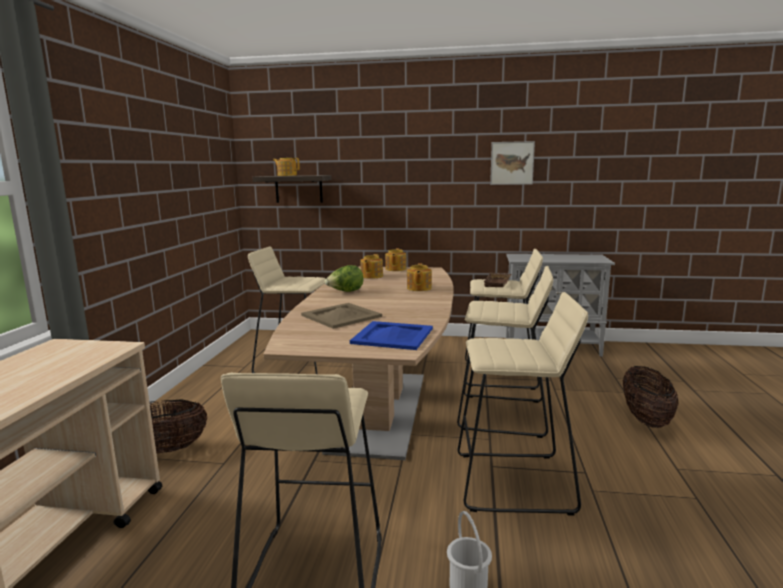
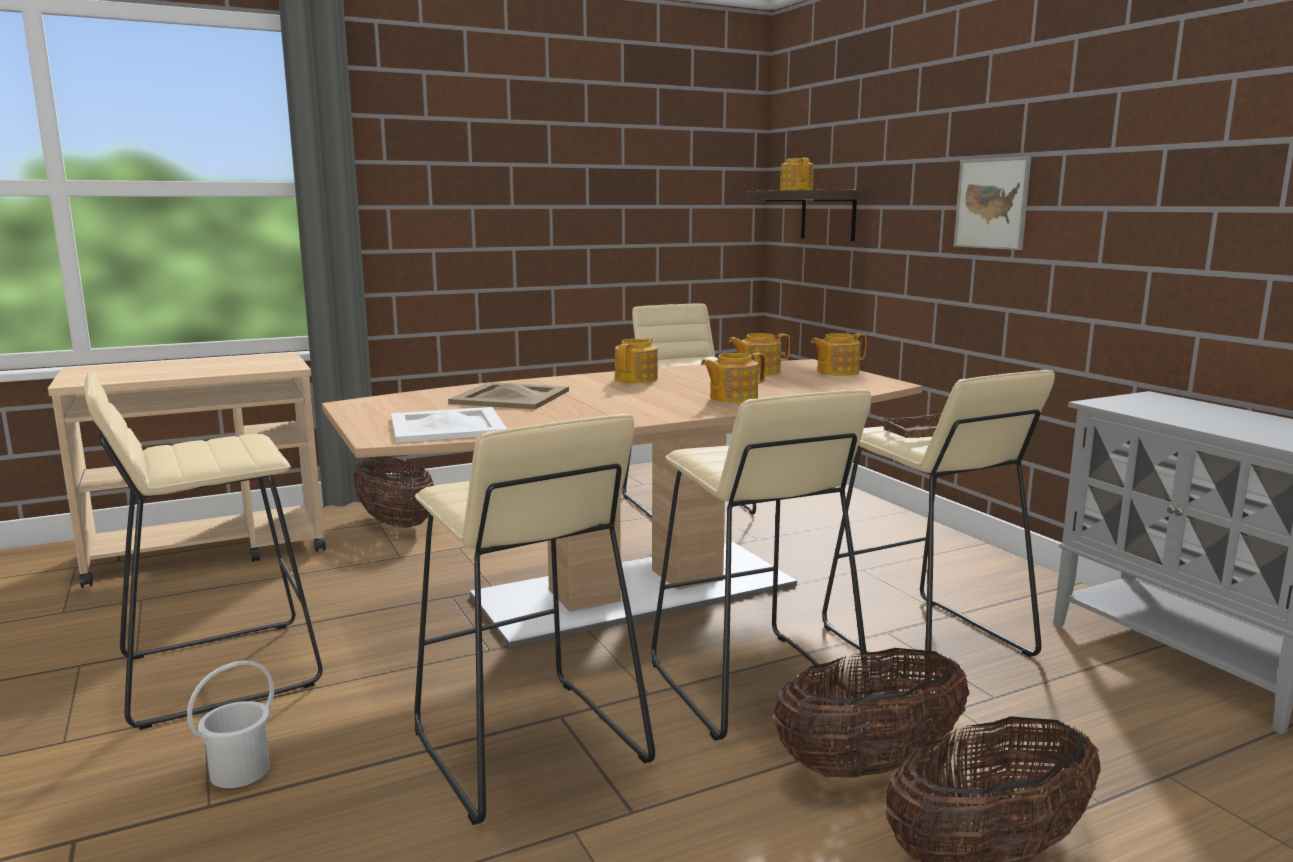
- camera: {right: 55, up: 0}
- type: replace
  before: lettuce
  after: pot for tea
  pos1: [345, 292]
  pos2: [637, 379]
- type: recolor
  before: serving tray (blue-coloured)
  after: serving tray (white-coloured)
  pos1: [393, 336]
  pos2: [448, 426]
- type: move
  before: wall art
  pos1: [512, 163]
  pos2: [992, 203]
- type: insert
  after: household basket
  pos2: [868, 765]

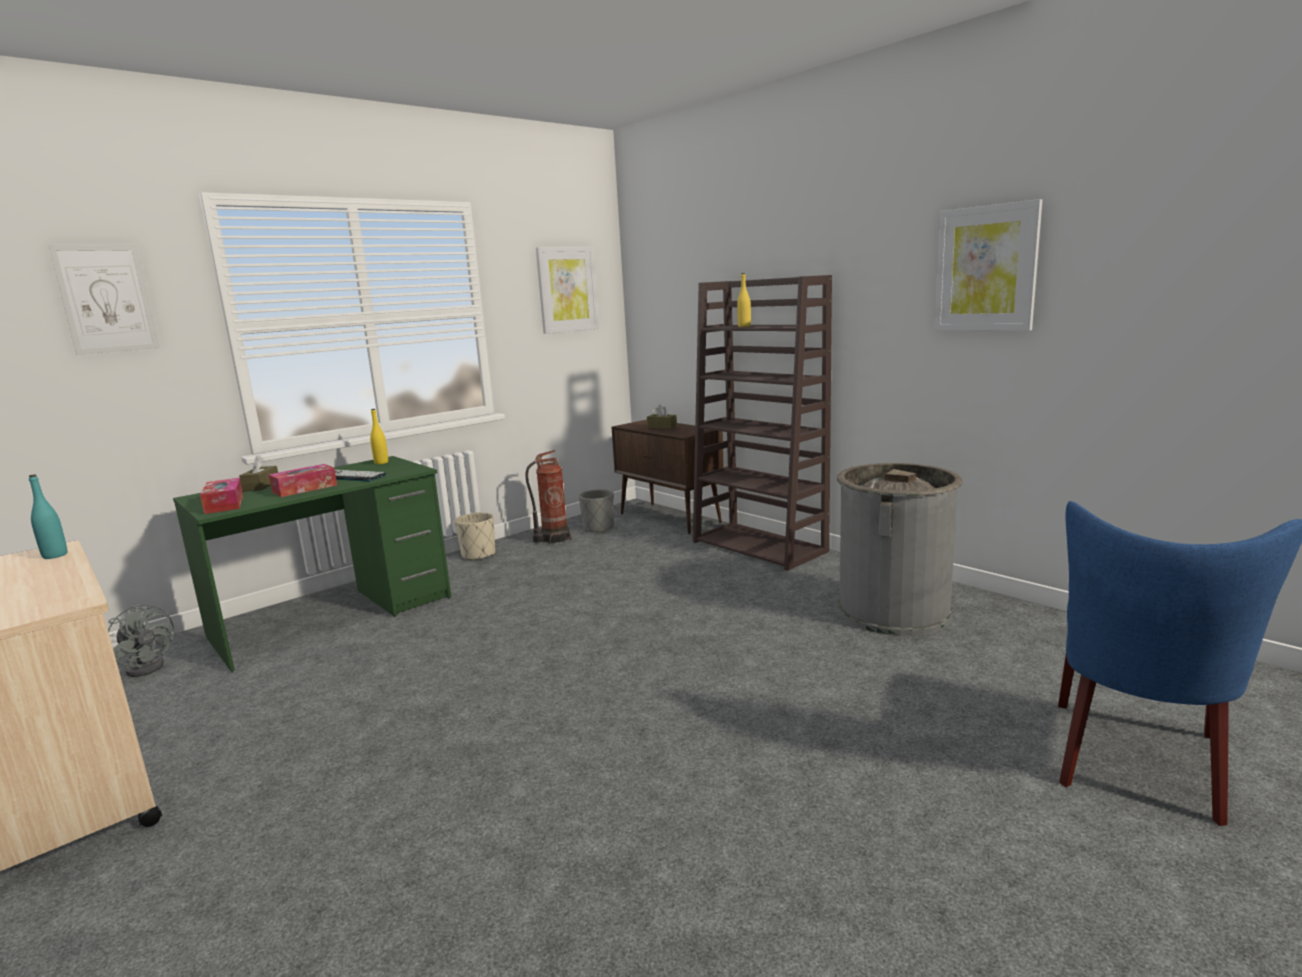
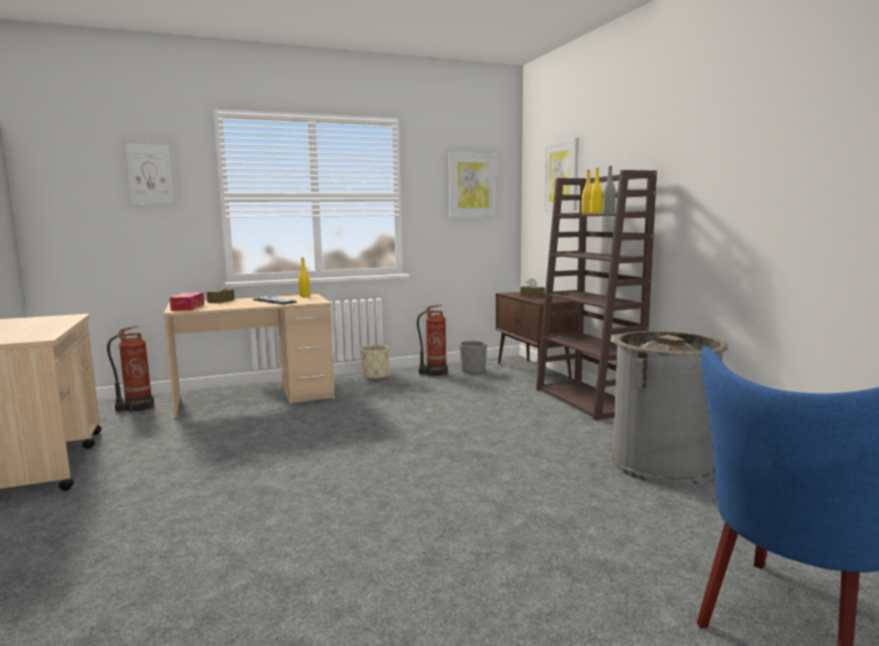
- camera: {right: 20, up: -5}
- type: delete
  before: drink bottle (turquoise-coloured)
  pos1: [55, 555]
- type: replace
  before: cooling fan (grey)
  after: extinguisher
  pos1: [149, 665]
  pos2: [137, 408]
- type: recolor
  before: desk table (greenish)
  after: desk table (sand-coloured)
  pos1: [334, 617]
  pos2: [255, 399]
- type: delete
  before: box of tissues
  pos1: [305, 488]
- type: move
  before: wall art
  pos1: [986, 269]
  pos2: [561, 176]
- type: insert
  after: drink bottle (yellowish)
  pos2: [595, 213]
- type: insert
  after: drink bottle (grey)
  pos2: [608, 213]

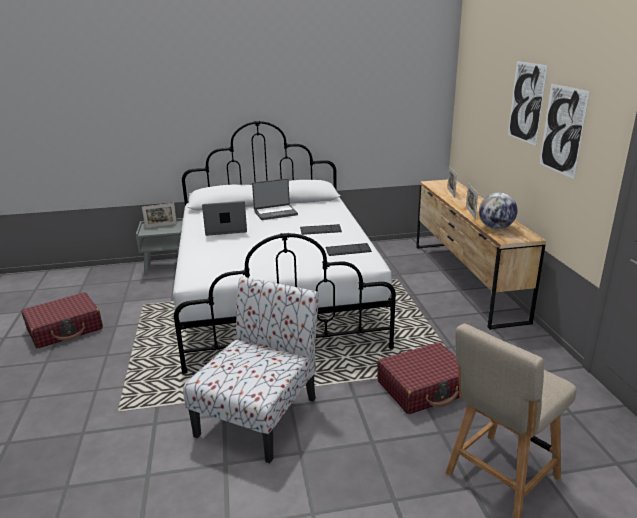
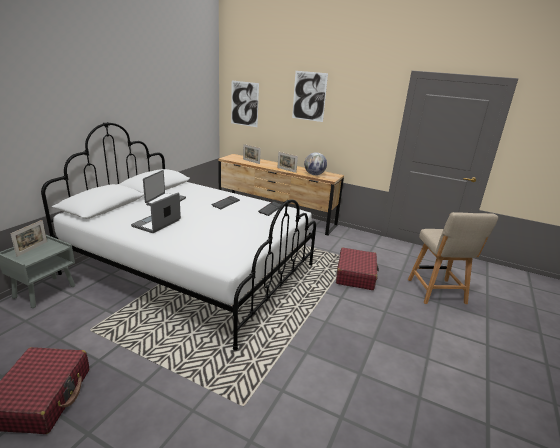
- camera: {right: -55, up: 0}
- type: delete
  before: chair
  pos1: [259, 415]
- type: move
  before: wall art
  pos1: [562, 130]
  pos2: [244, 104]

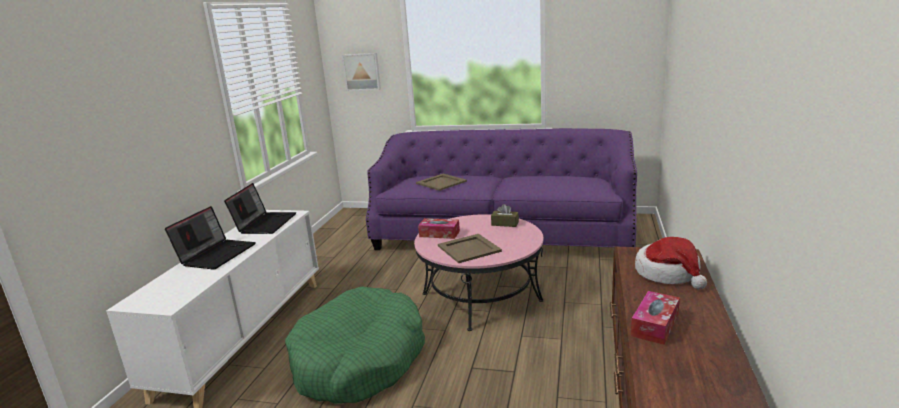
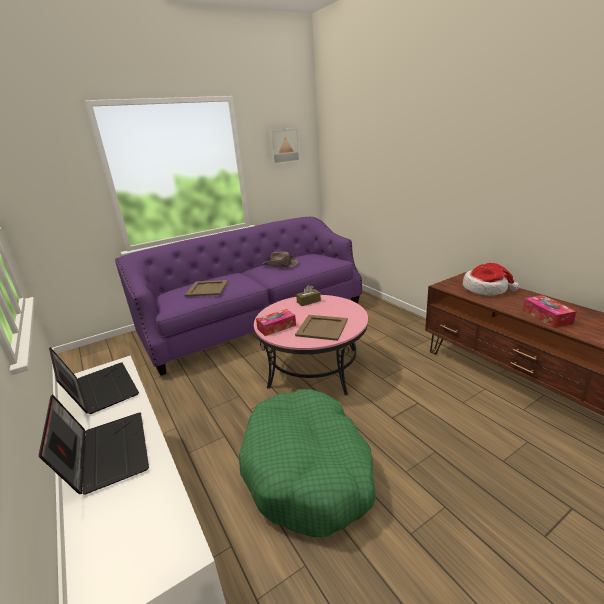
- camera: {right: -45, up: 5}
- type: move
  before: wall art
  pos1: [362, 71]
  pos2: [283, 146]
- type: insert
  after: hat (brownish)
  pos2: [280, 264]

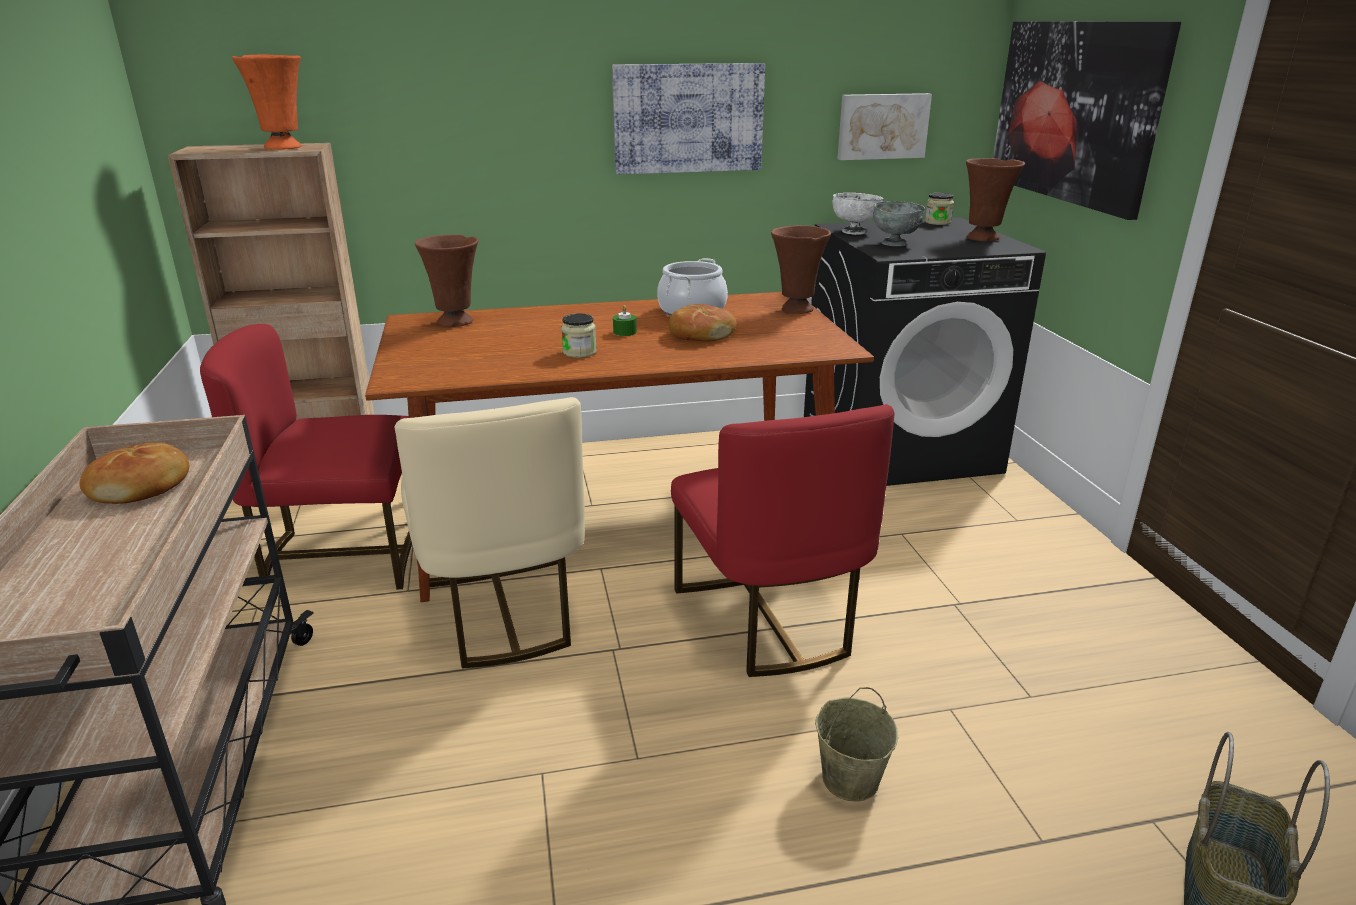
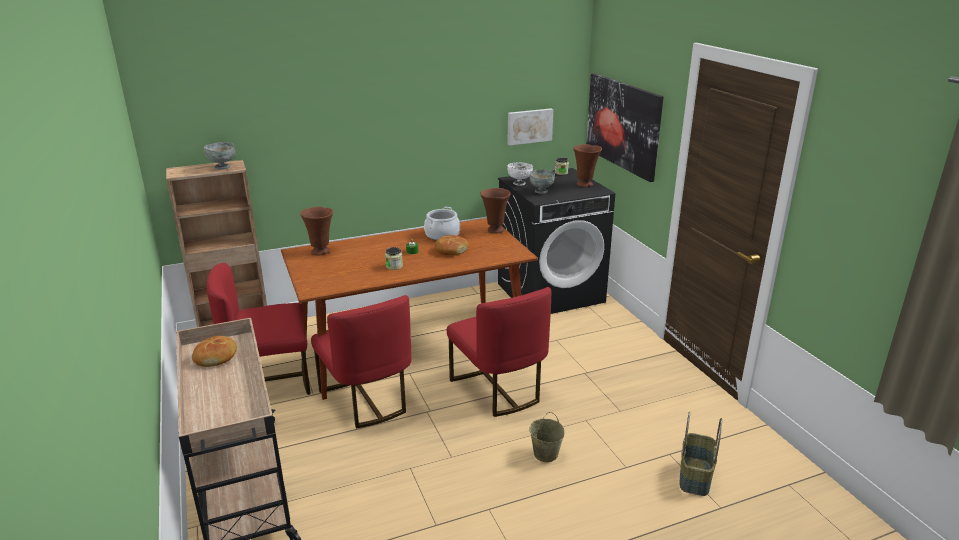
- camera: {right: -10, up: 0}
- type: replace
  before: decorative vase (orange)
  after: serving bowl (grey)
  pos1: [283, 147]
  pos2: [222, 167]
- type: recolor
  before: chair (sand-coloured)
  after: chair (red)
  pos1: [503, 612]
  pos2: [367, 400]
- type: delete
  before: wall art
  pos1: [688, 118]

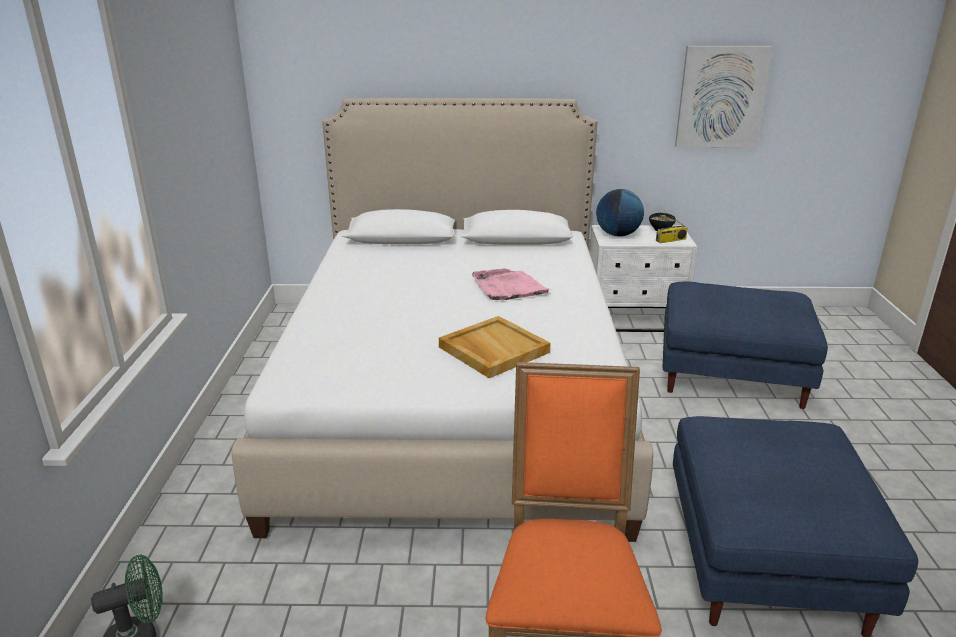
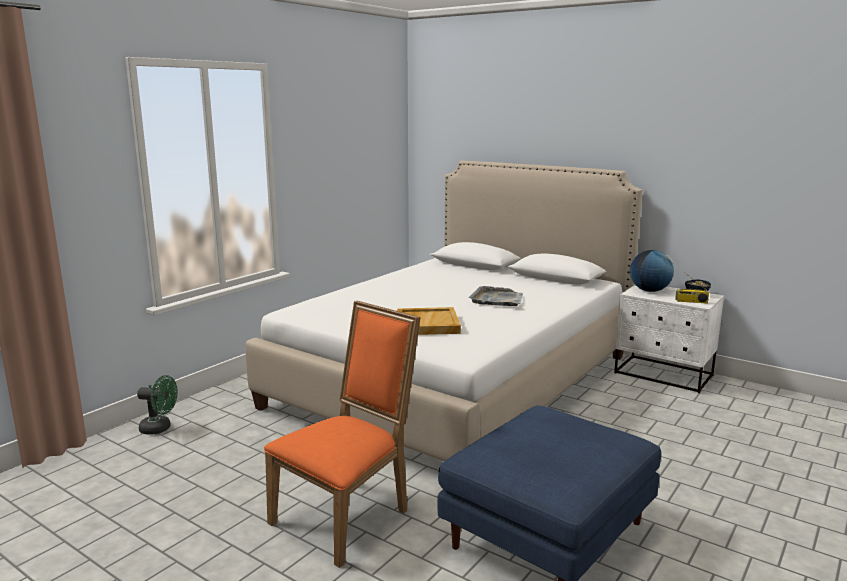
- camera: {right: 35, up: -10}
- type: recolor
  before: serving tray (pink-coloured)
  after: serving tray (grey)
  pos1: [508, 287]
  pos2: [497, 299]
- type: delete
  before: pouffe (blue-coloured)
  pos1: [729, 375]
- type: delete
  before: wall art
  pos1: [721, 97]

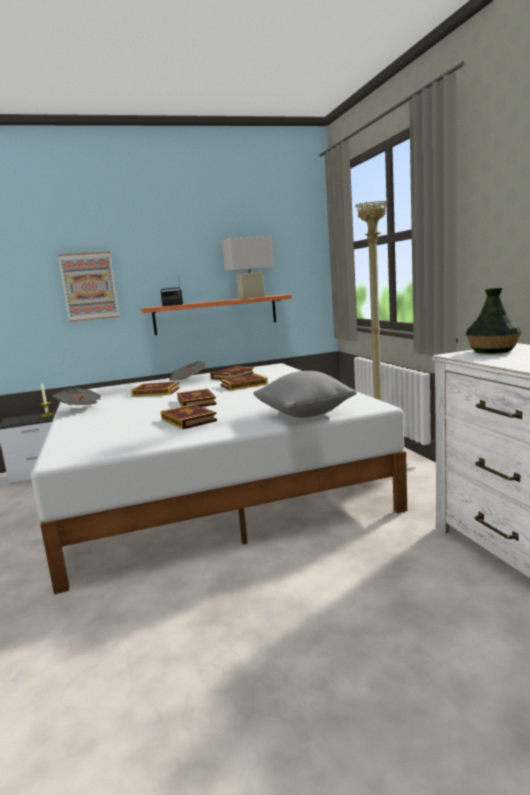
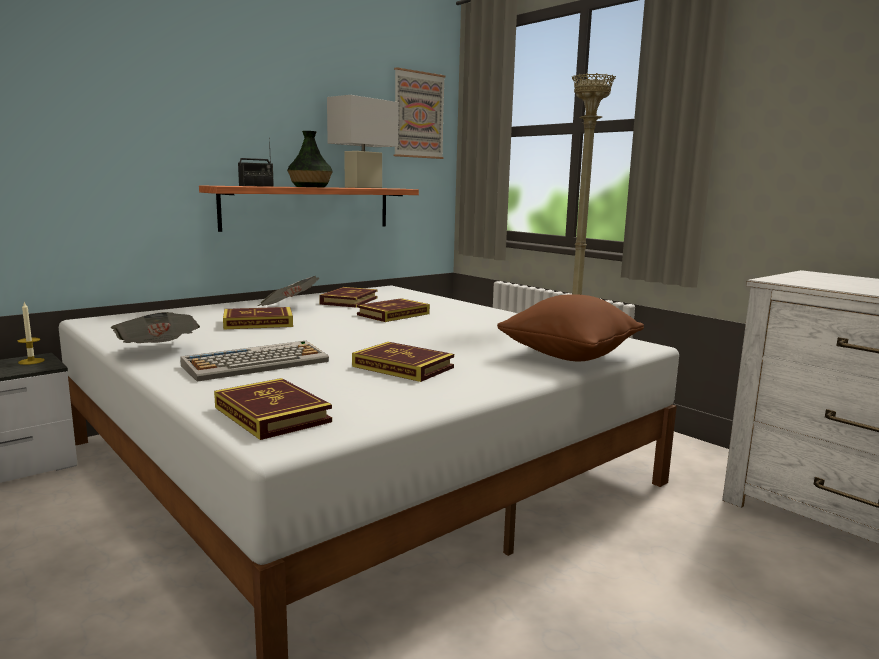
- camera: {right: -25, up: 0}
- type: move
  before: wall art
  pos1: [89, 286]
  pos2: [418, 115]
- type: move
  before: volume
  pos1: [196, 402]
  pos2: [272, 414]
- type: recolor
  before: cushion (grey)
  after: cushion (brownish)
  pos1: [304, 414]
  pos2: [569, 356]
- type: move
  before: decorative vase
  pos1: [492, 350]
  pos2: [310, 187]
- type: insert
  after: computer keyboard
  pos2: [257, 363]

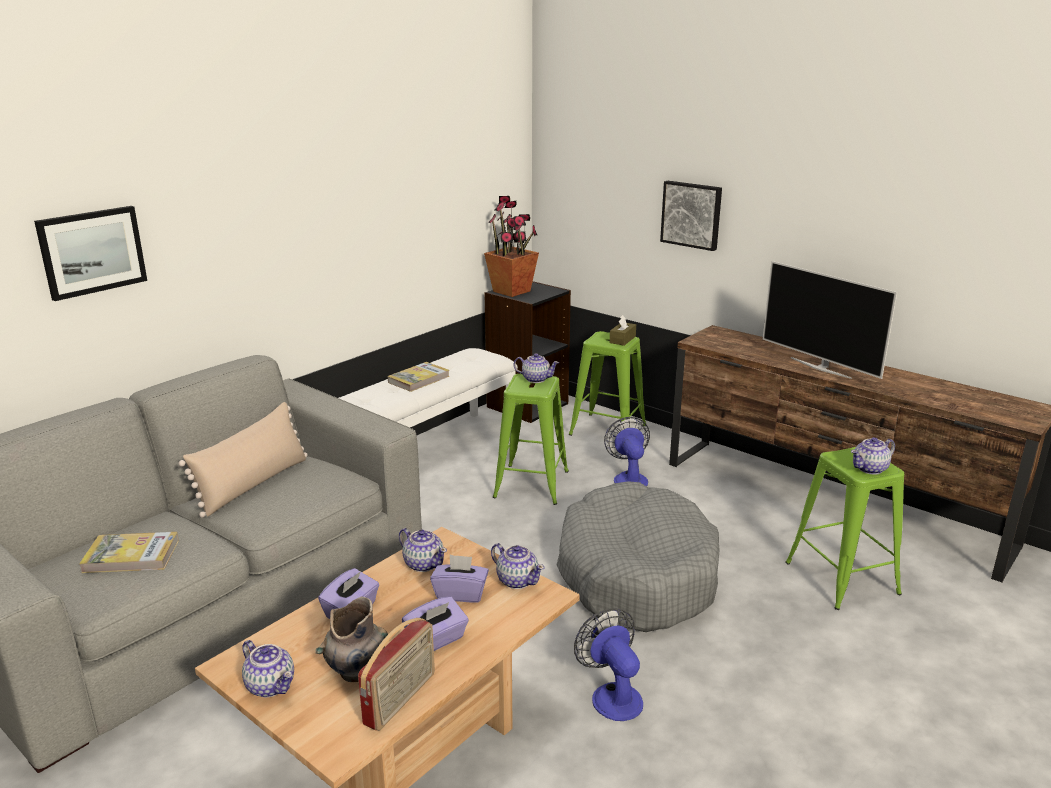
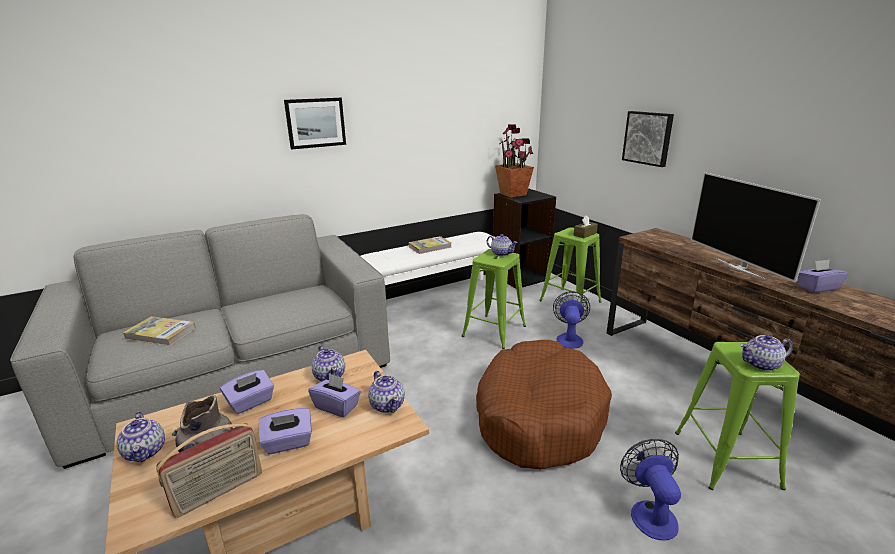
- camera: {right: 20, up: 0}
- type: move
  before: wall art
  pos1: [92, 251]
  pos2: [315, 123]
- type: delete
  before: cushion (sand-coloured)
  pos1: [253, 484]
- type: recolor
  before: dog bed (grey)
  after: dog bed (brownish)
  pos1: [636, 575]
  pos2: [538, 416]
- type: move
  before: cooling fan
  pos1: [612, 695]
  pos2: [649, 512]
- type: insert
  after: box of tissues (purplish)
  pos2: [817, 288]

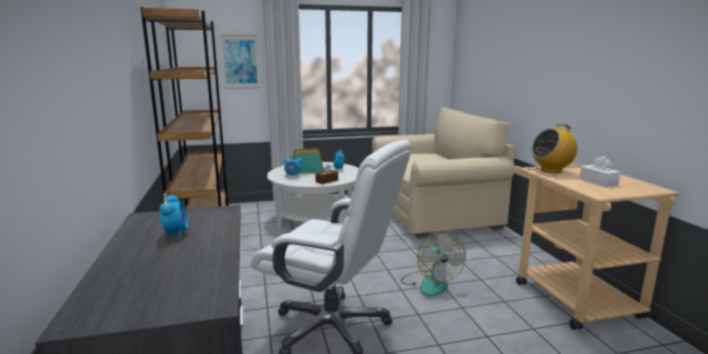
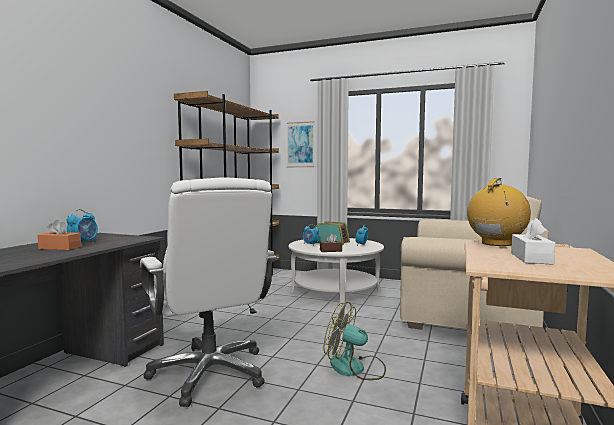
- camera: {right: 35, up: -10}
- type: rotate
  before: cooling fan
  pos1: [430, 283]
  pos2: [355, 368]
  turn: 90
- type: rotate
  before: radio set
  pos1: [551, 170]
  pos2: [496, 243]
  turn: 120
- type: insert
  after: box of tissues (orange)
  pos2: [60, 248]

